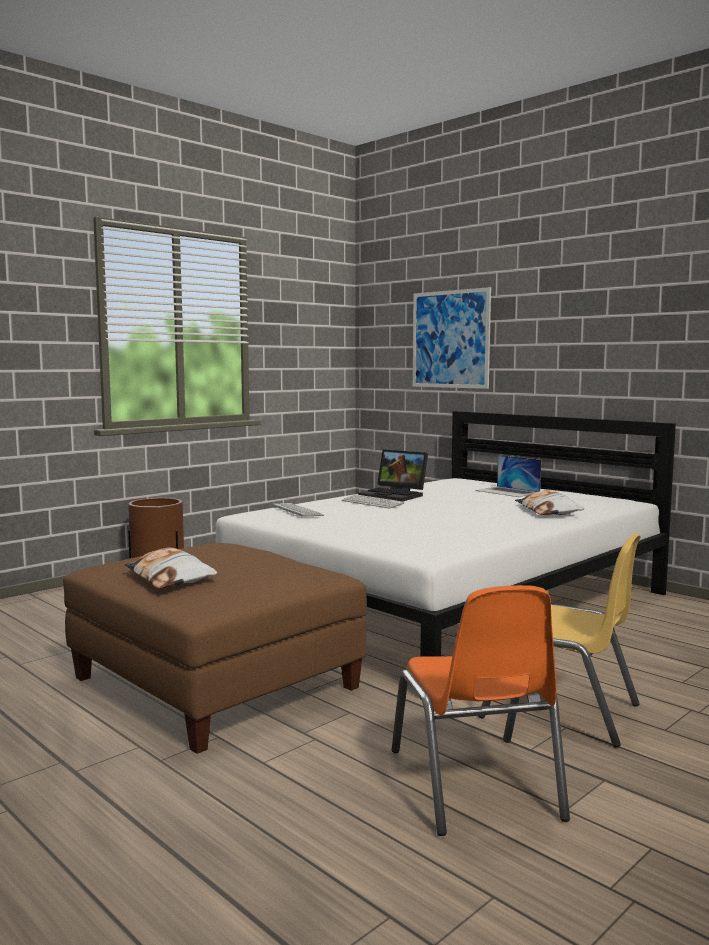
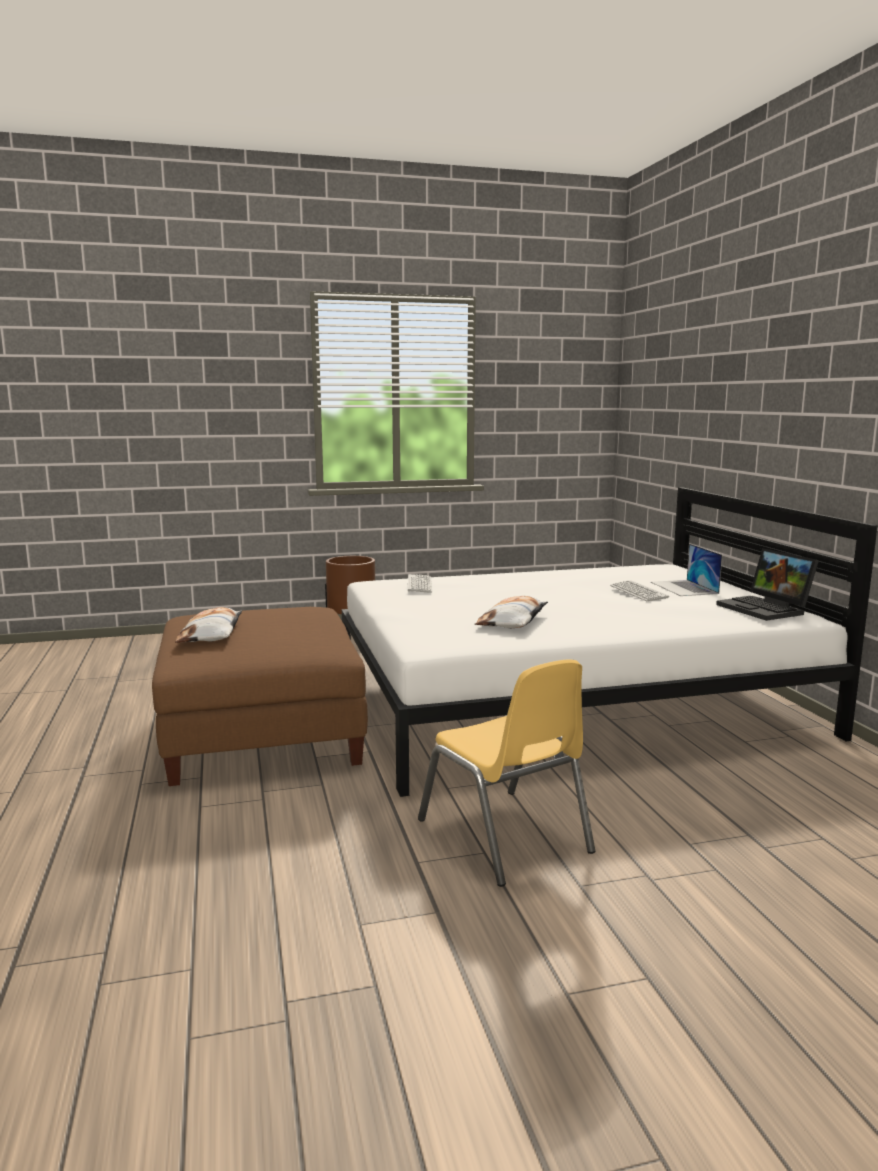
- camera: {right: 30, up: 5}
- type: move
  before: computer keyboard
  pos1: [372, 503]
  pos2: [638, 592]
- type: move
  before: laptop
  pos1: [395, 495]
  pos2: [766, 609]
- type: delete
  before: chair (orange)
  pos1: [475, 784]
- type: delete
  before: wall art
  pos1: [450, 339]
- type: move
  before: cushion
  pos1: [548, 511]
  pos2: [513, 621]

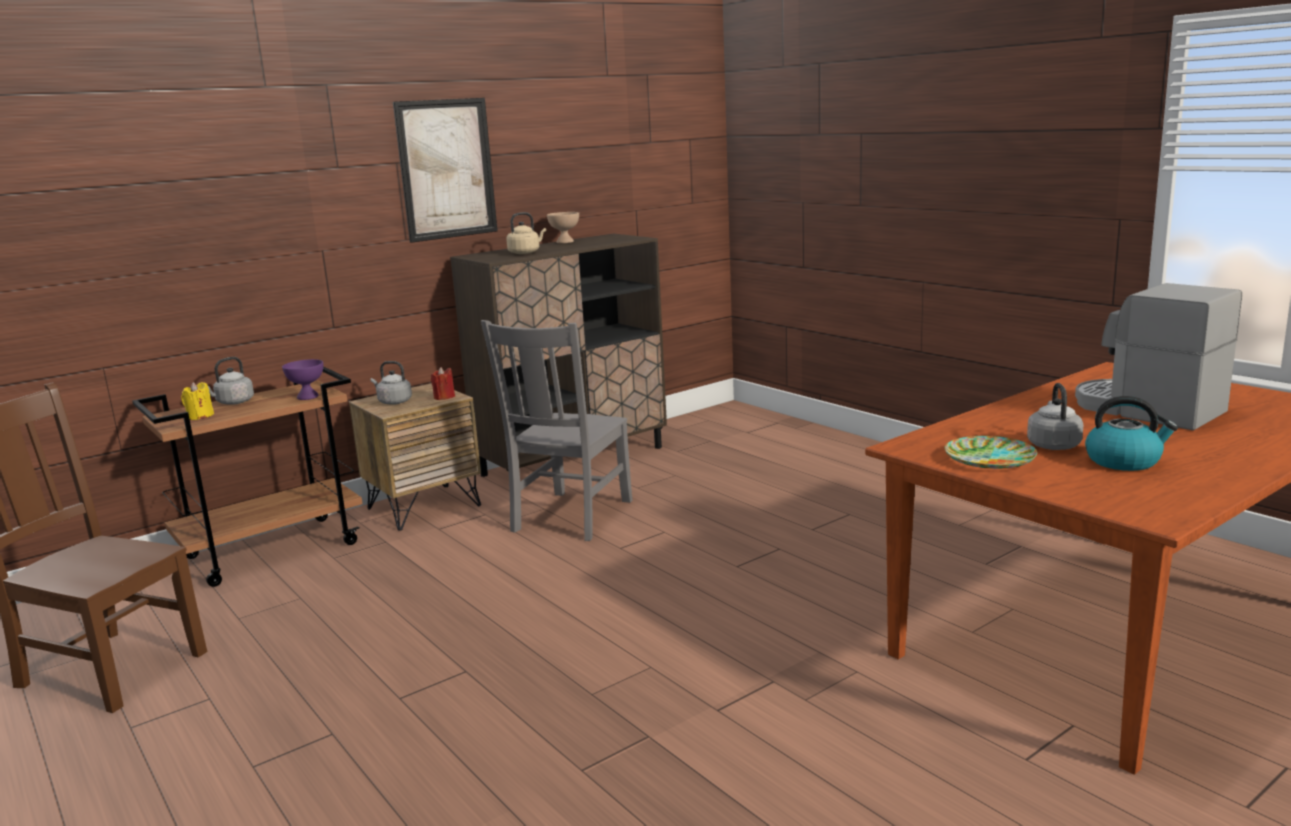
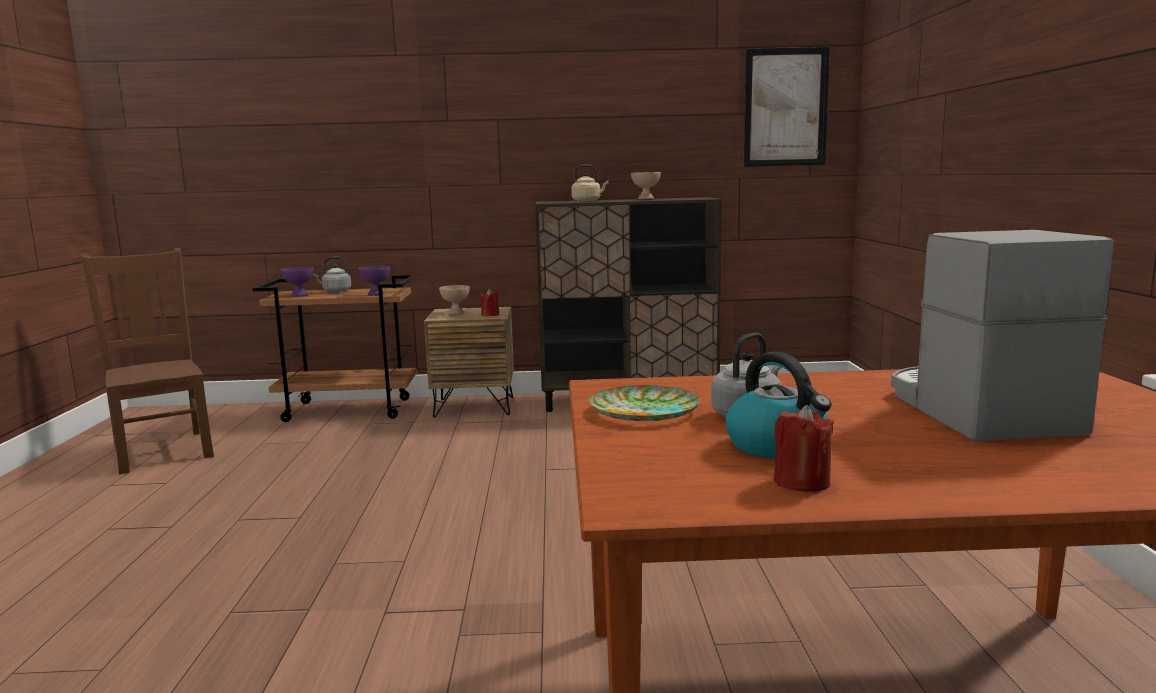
- camera: {right: 35, up: -5}
- type: replace
  before: wax candle (yellowish)
  after: serving bowl (purplish)
  pos1: [200, 416]
  pos2: [300, 295]
- type: replace
  before: kettle (grey)
  after: serving bowl (sand-coloured)
  pos1: [393, 402]
  pos2: [455, 313]
- type: move
  before: wall art
  pos1: [446, 169]
  pos2: [785, 107]
- type: delete
  before: chair (grey)
  pos1: [570, 517]
- type: insert
  after: wax candle (red)
  pos2: [801, 482]

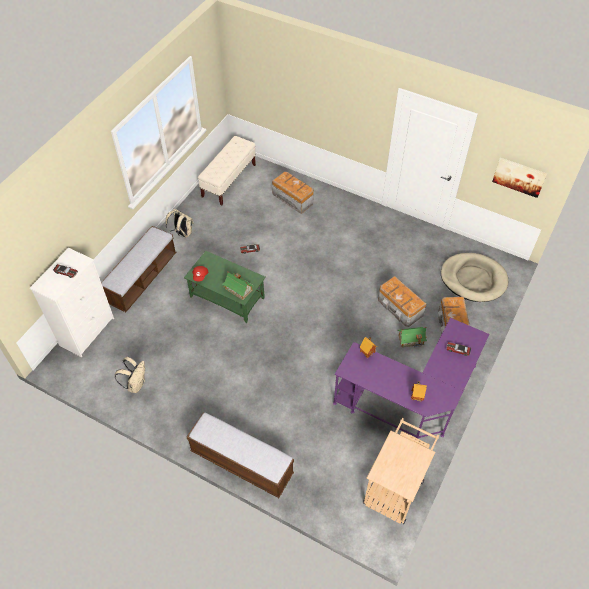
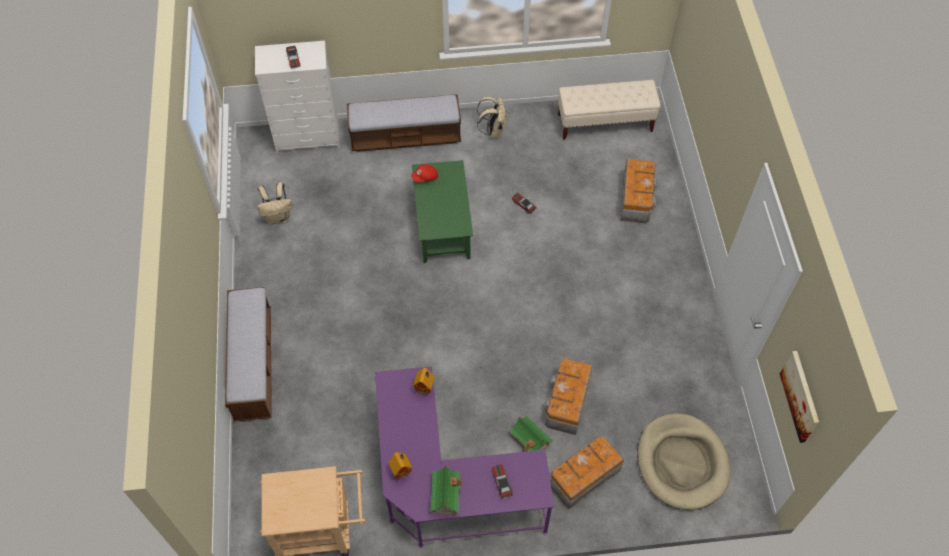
- camera: {right: 55, up: 5}
- type: move
  before: model house
  pos1: [238, 289]
  pos2: [445, 495]

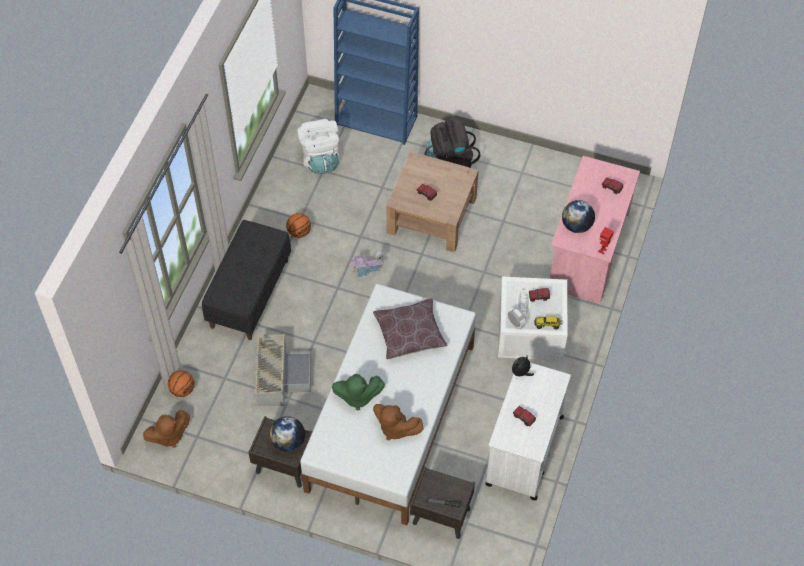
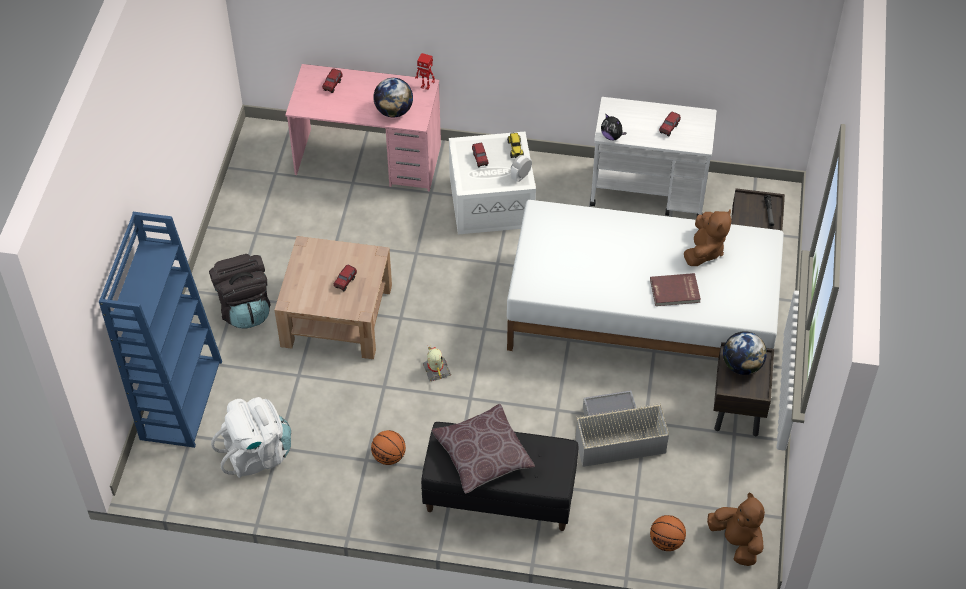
- camera: {right: -100, up: -5}
- type: replace
  before: cuddly toy (greenish)
  after: volume (red)
  pos1: [357, 397]
  pos2: [675, 291]
- type: replace
  before: model house
  after: robot figure
  pos1: [367, 270]
  pos2: [436, 370]
- type: move
  before: cushion (brownish)
  pos1: [409, 334]
  pos2: [483, 455]

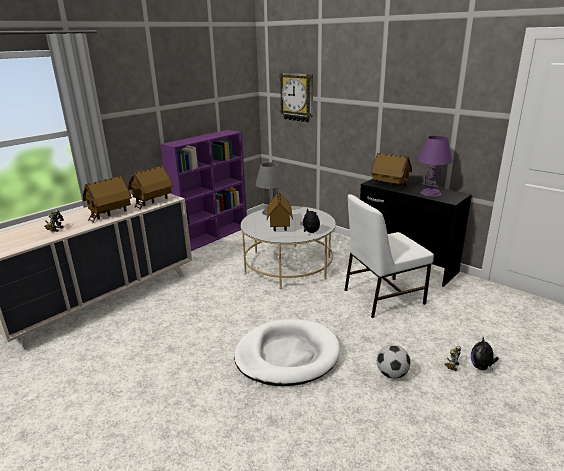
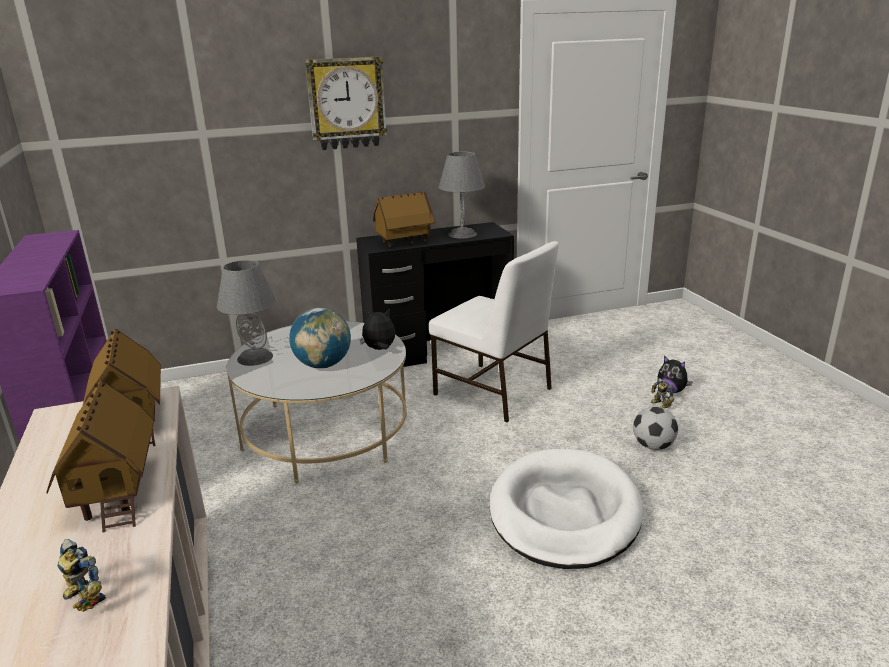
- camera: {right: -60, up: 0}
- type: replace
  before: model house
  after: globe
  pos1: [279, 226]
  pos2: [323, 365]
- type: move
  before: hanging clock
  pos1: [297, 97]
  pos2: [346, 103]
- type: rotate
  before: chair (white-coloured)
  pos1: [382, 296]
  pos2: [494, 392]
  turn: -60
- type: recolor
  before: tabletop lamp (purplish)
  after: tabletop lamp (grey)
  pos1: [431, 193]
  pos2: [463, 234]

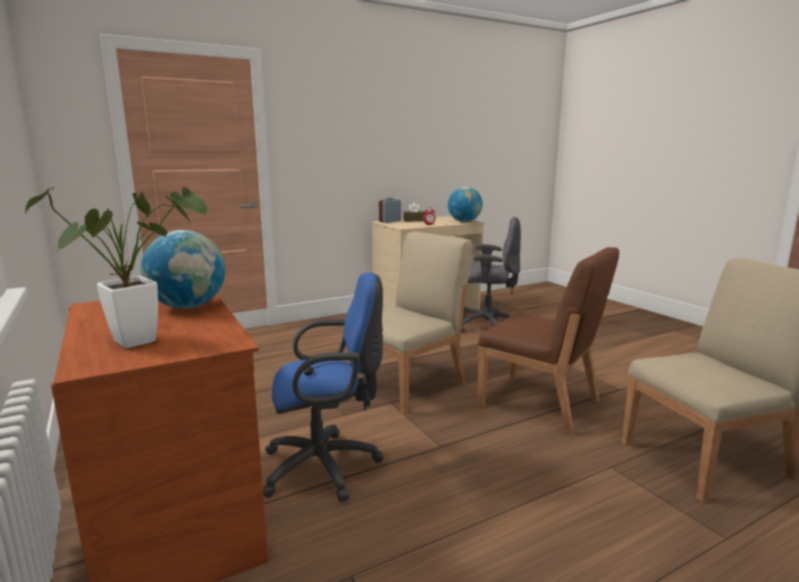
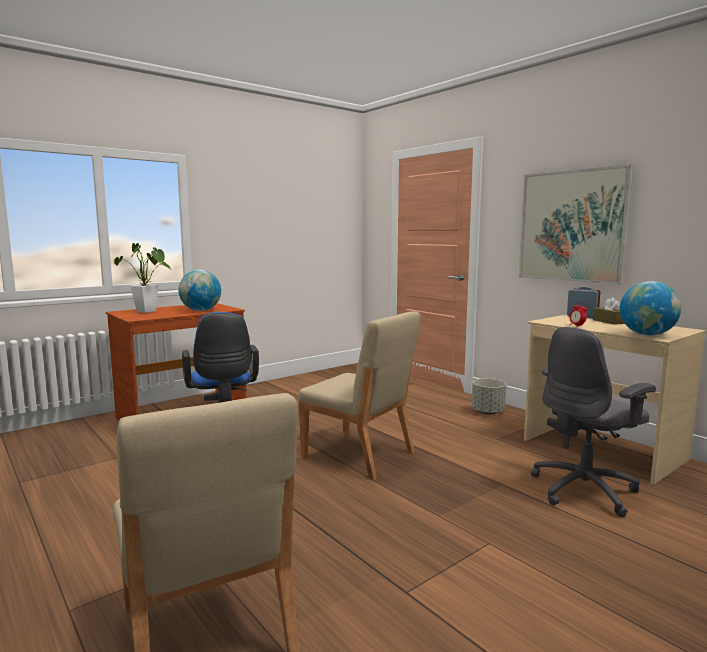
- camera: {right: 80, up: -5}
- type: rotate
  before: office chair (grey)
  pos1: [486, 326]
  pos2: [585, 490]
  turn: 60
- type: delete
  before: chair (brownish)
  pos1: [540, 404]
- type: insert
  after: planter (grey)
  pos2: [488, 412]
- type: insert
  after: wall art
  pos2: [572, 226]

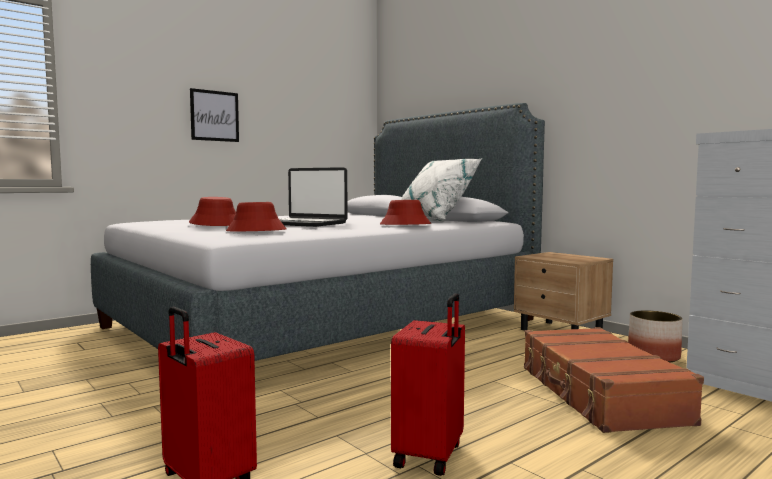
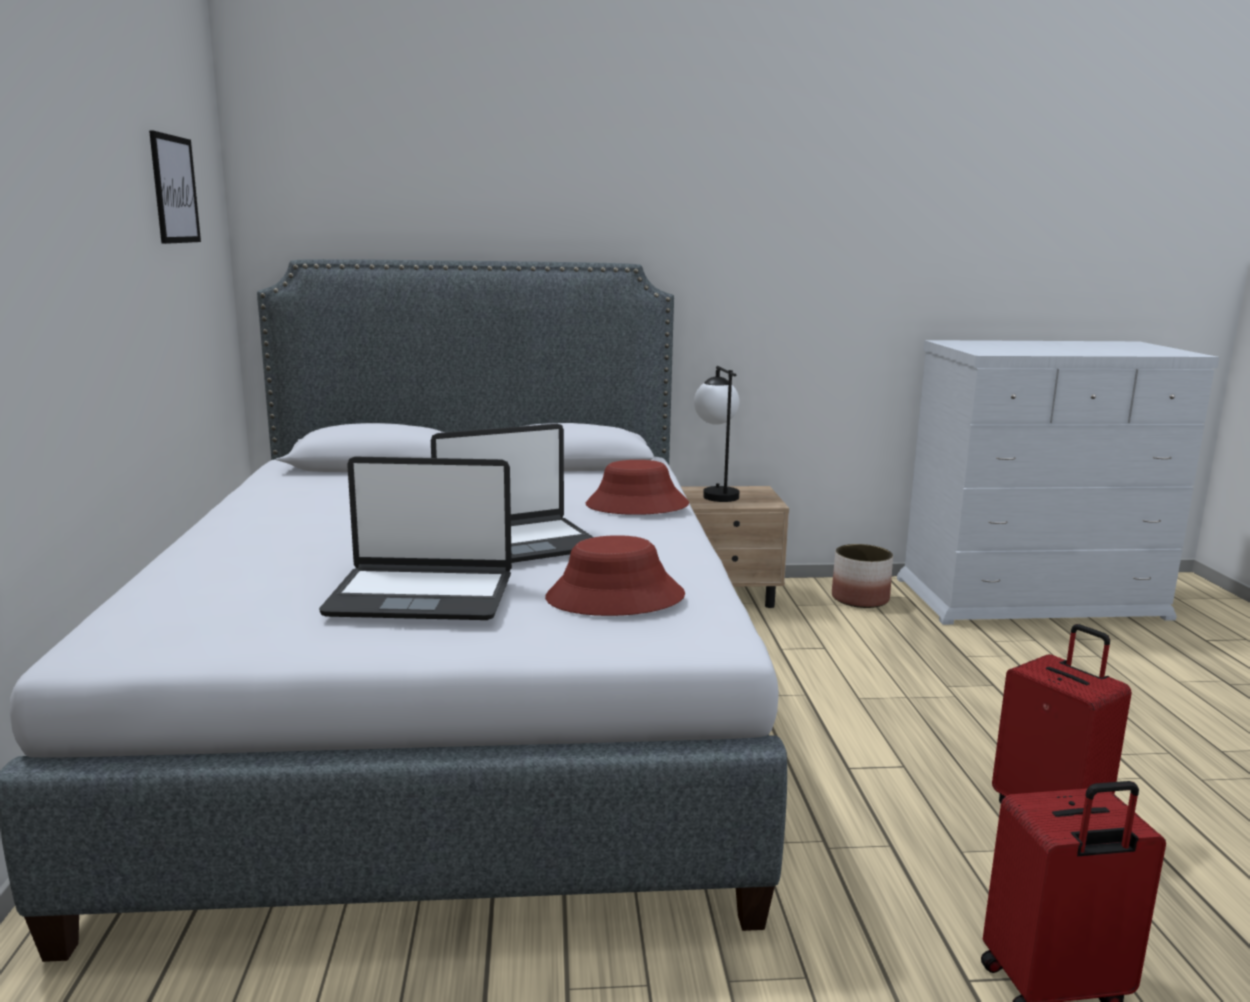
- camera: {right: -55, up: 10}
- type: replace
  before: hat (red)
  after: laptop
  pos1: [216, 223]
  pos2: [421, 595]
- type: move
  before: wall art
  pos1: [214, 116]
  pos2: [174, 189]
- type: delete
  before: cushion (white-coloured)
  pos1: [435, 220]
- type: delete
  before: piece of luggage (brownish)
  pos1: [599, 394]
- type: insert
  after: tabletop lamp
  pos2: [715, 493]

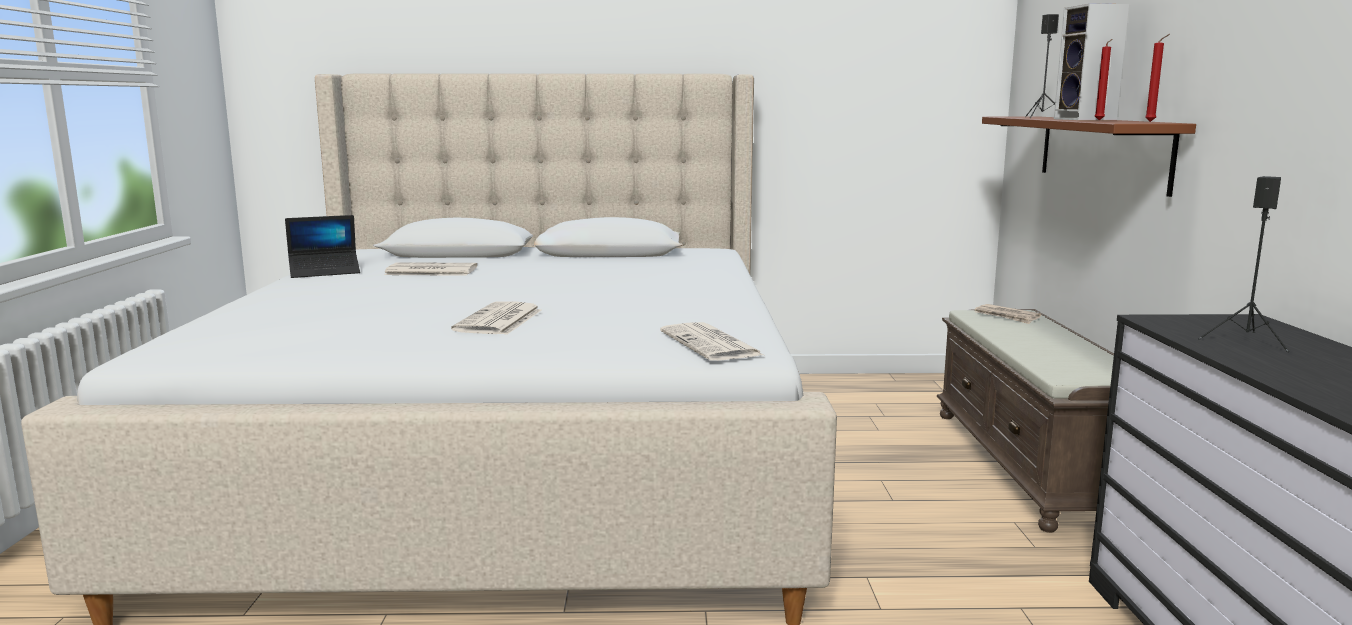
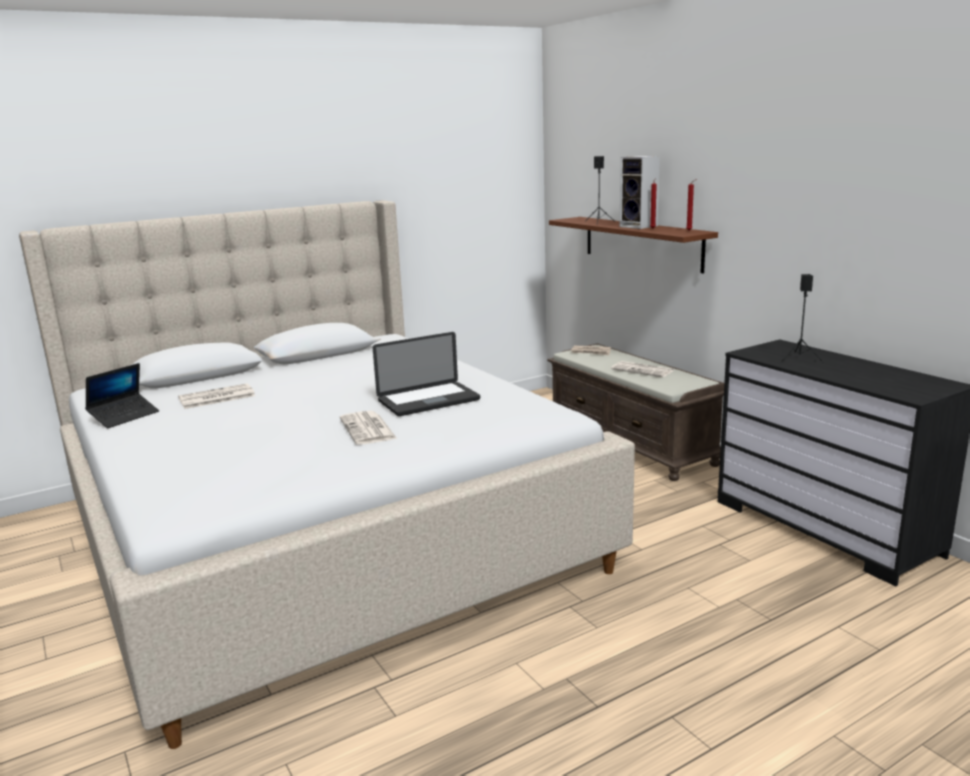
- camera: {right: -30, up: 5}
- type: move
  before: daily paper
  pos1: [712, 344]
  pos2: [643, 370]
- type: insert
  after: laptop
  pos2: [428, 400]

